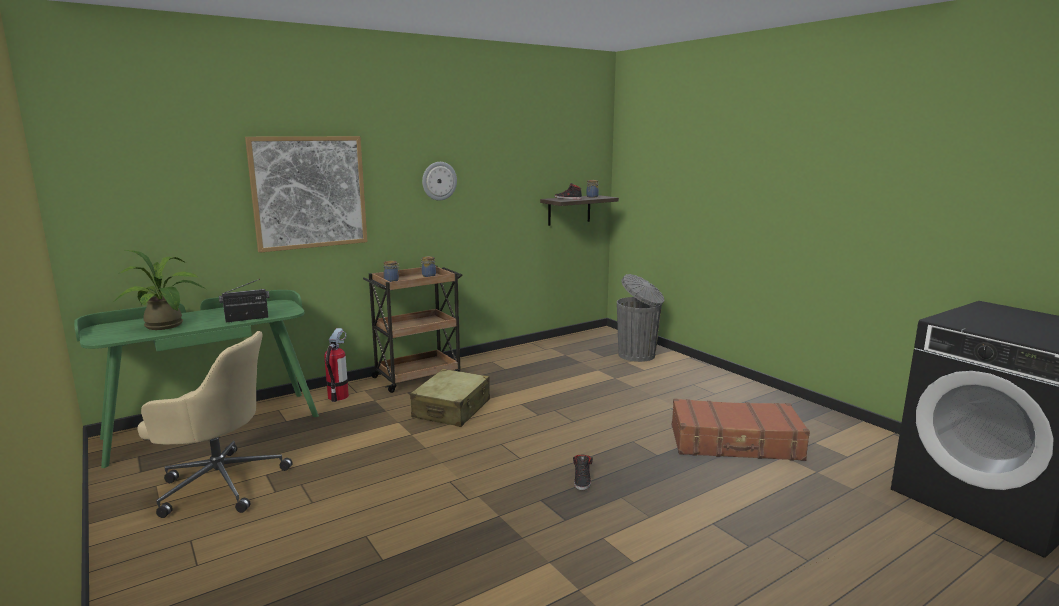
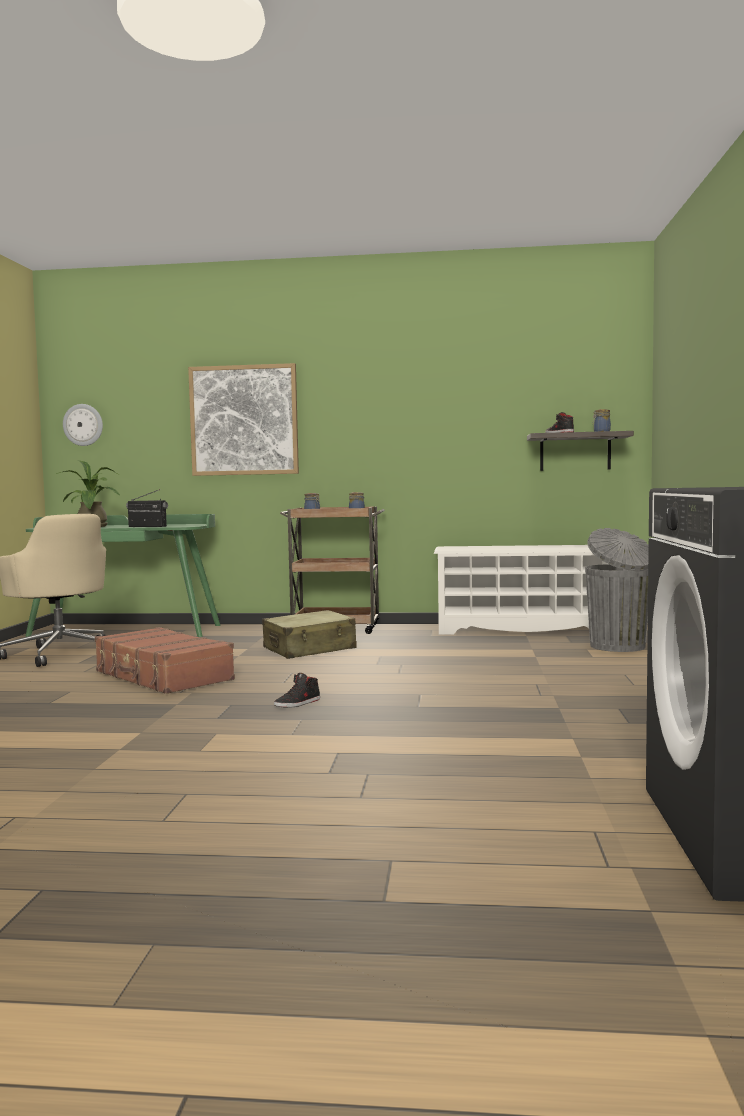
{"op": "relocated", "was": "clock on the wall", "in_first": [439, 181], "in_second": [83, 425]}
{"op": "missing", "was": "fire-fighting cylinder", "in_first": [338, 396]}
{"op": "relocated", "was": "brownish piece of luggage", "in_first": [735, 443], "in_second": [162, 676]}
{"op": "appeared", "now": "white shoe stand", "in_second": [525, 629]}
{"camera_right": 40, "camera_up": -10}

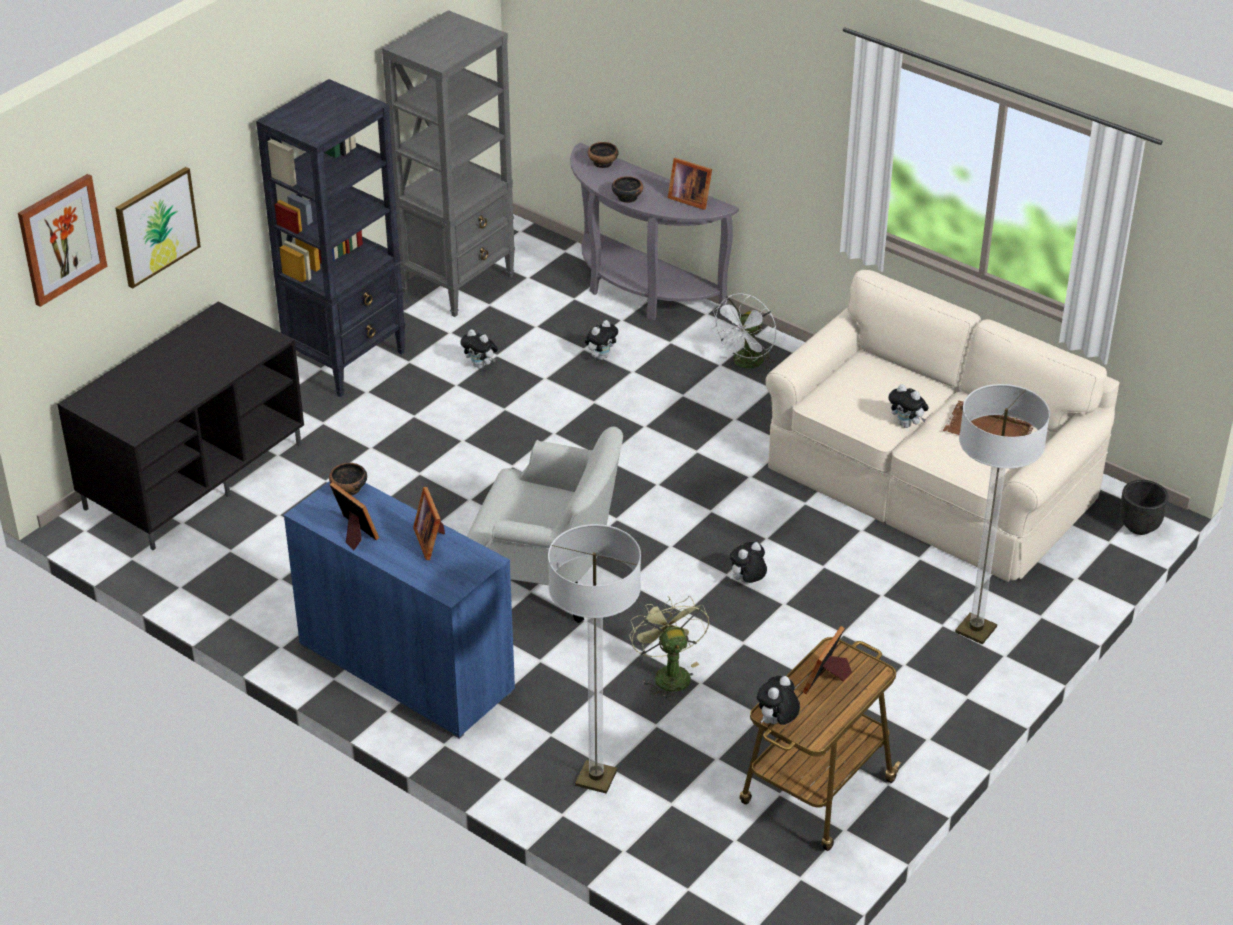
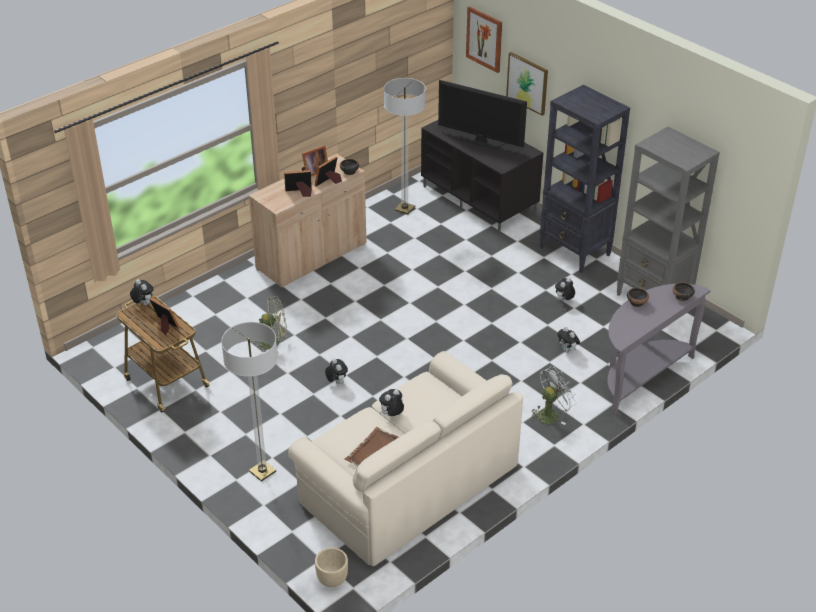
{"op": "relocated", "was": "photo frame", "in_first": [689, 199], "in_second": [329, 182]}
{"op": "spun", "was": "white cooling fan", "in_first": [746, 364], "in_second": [551, 414], "clockwise": 105}
{"op": "missing", "was": "white lounge chair", "in_first": [546, 577]}
{"op": "colour", "was": "blackish plant pot", "now": "beige-coloured plant pot", "in_first": [1140, 527], "in_second": [332, 580]}
{"op": "colour", "was": "blue storage cabinet", "now": "beige-coloured storage cabinet", "in_first": [406, 667], "in_second": [312, 256]}
{"op": "relocated", "was": "standard lamp", "in_first": [596, 778], "in_second": [404, 209]}
{"op": "appeared", "now": "TV", "in_second": [480, 140]}
{"camera_right": 100, "camera_up": 0}

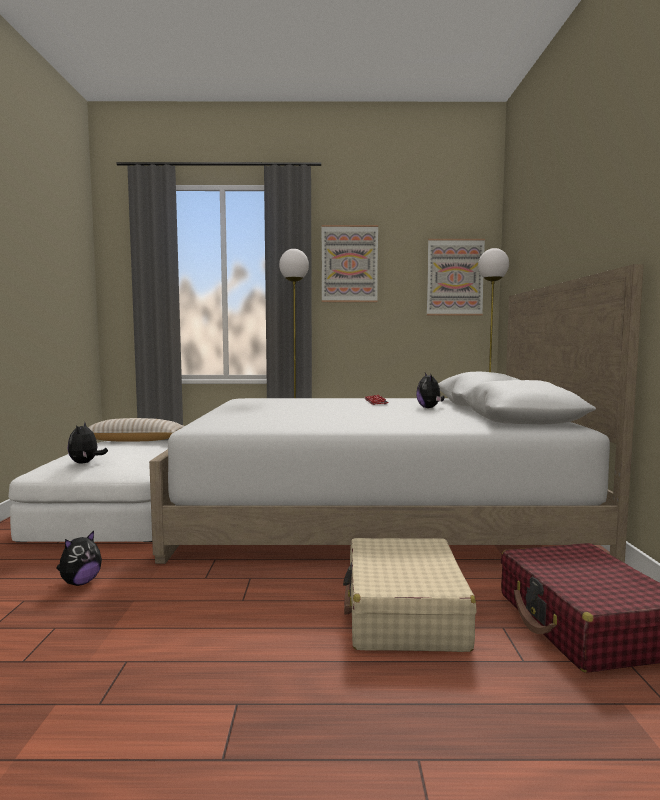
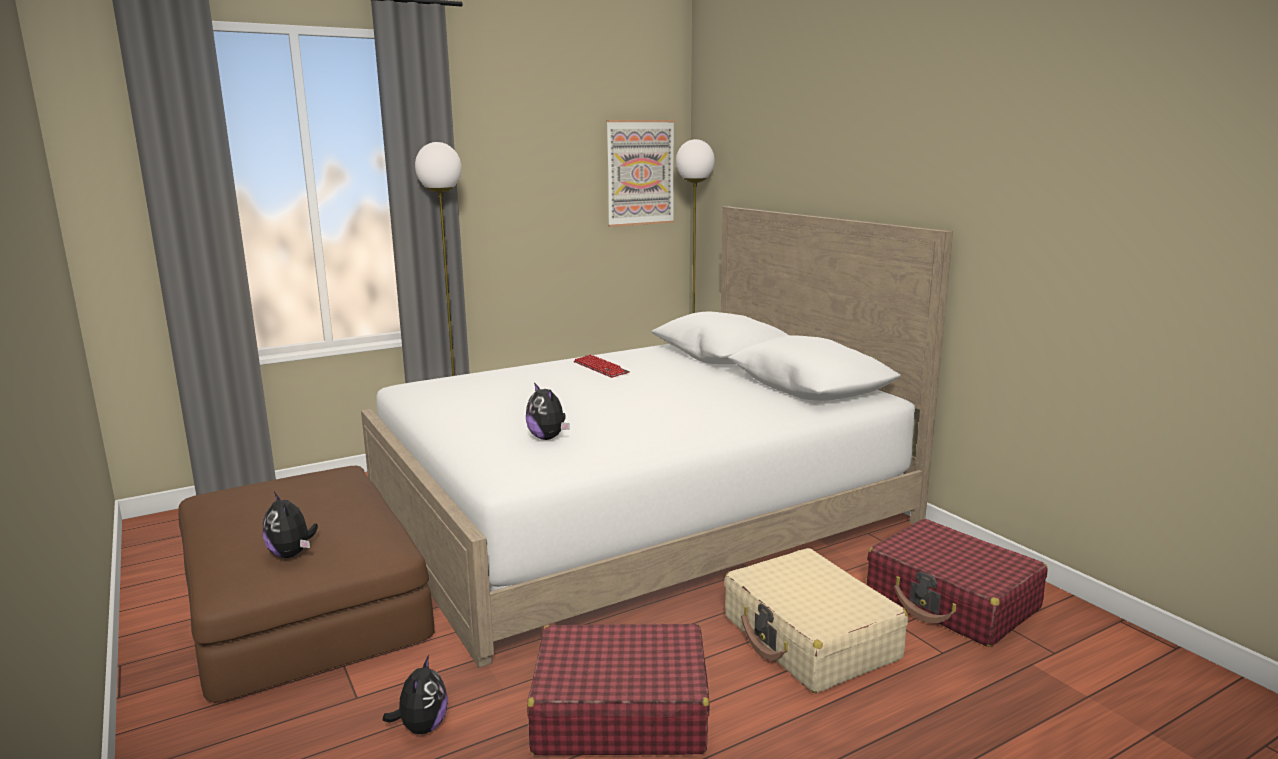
{"op": "missing", "was": "picture", "in_first": [349, 264]}
{"op": "relocated", "was": "cuddly toy", "in_first": [429, 408], "in_second": [548, 438]}
{"op": "missing", "was": "beige-coloured pillow", "in_first": [134, 440]}
{"op": "colour", "was": "white pouffe", "now": "brownish pouffe", "in_first": [123, 511], "in_second": [304, 600]}
{"op": "appeared", "now": "red-coloured piece of luggage", "in_second": [619, 711]}
{"camera_right": -30, "camera_up": 10}

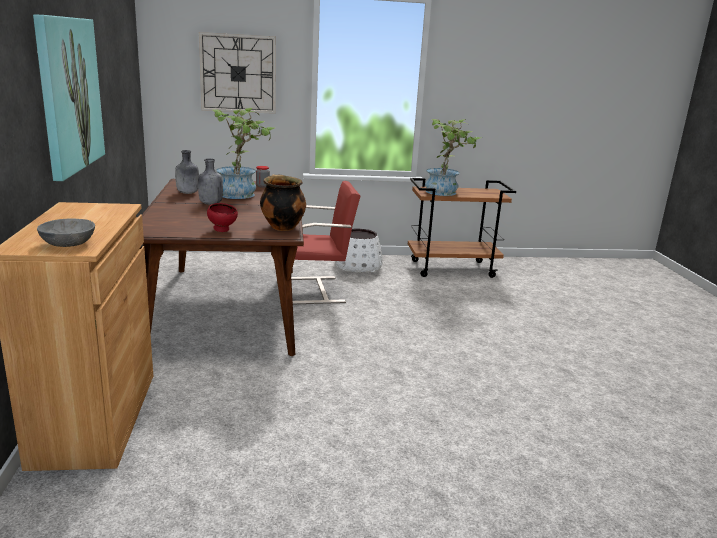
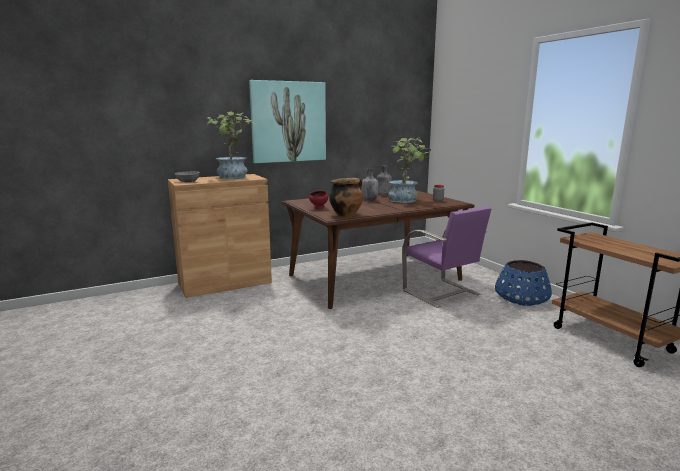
{"op": "missing", "was": "clock on the wall", "in_first": [238, 73]}
{"op": "relocated", "was": "potted plant", "in_first": [446, 192], "in_second": [233, 177]}
{"op": "colour", "was": "red-coloured upright chair", "now": "purple-coloured upright chair", "in_first": [313, 290], "in_second": [441, 293]}
{"op": "colour", "was": "white plant pot", "now": "blue plant pot", "in_first": [357, 266], "in_second": [521, 298]}
{"camera_right": 70, "camera_up": -5}

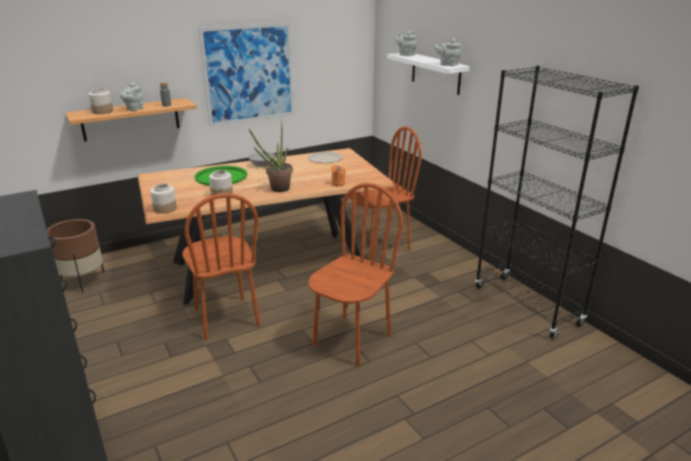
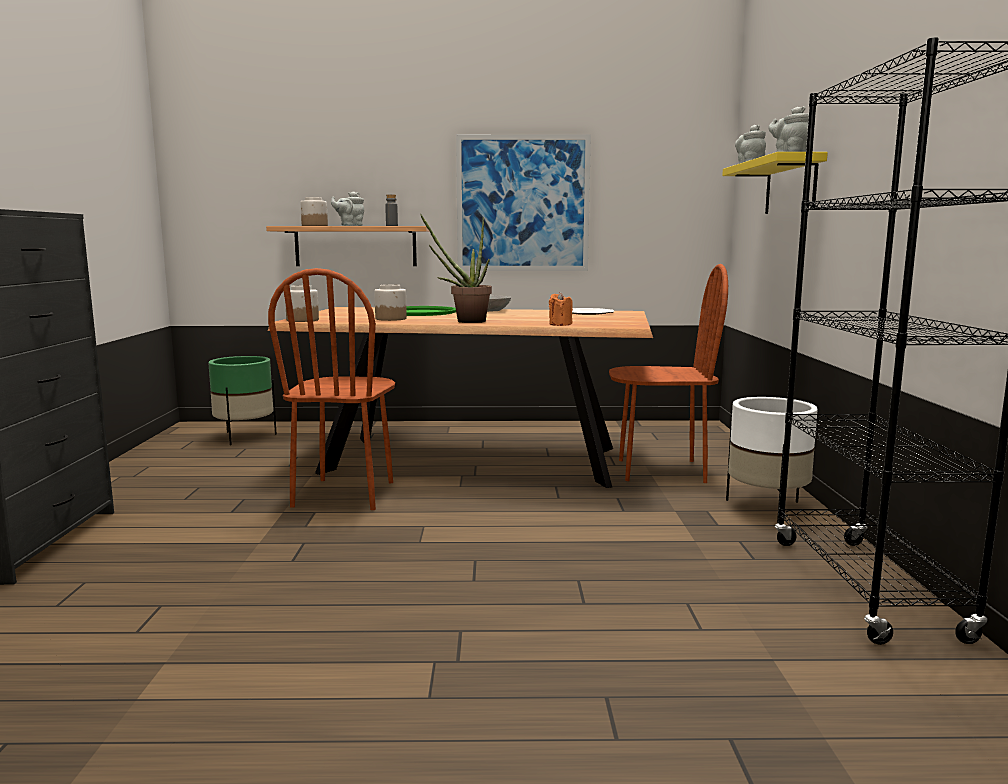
{"op": "colour", "was": "white shelf", "now": "yellowish shelf", "in_first": [435, 73], "in_second": [790, 186]}
{"op": "missing", "was": "brownish upright chair", "in_first": [351, 340]}
{"op": "colour", "was": "brownish plant pot", "now": "greenish plant pot", "in_first": [83, 281], "in_second": [245, 437]}
{"op": "appeared", "now": "white plant pot", "in_second": [767, 508]}
{"camera_right": 30, "camera_up": -15}

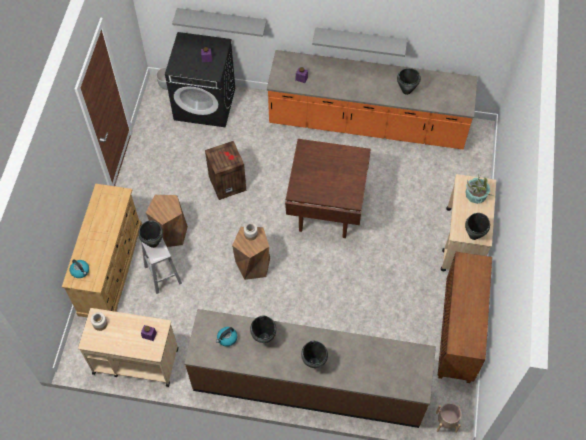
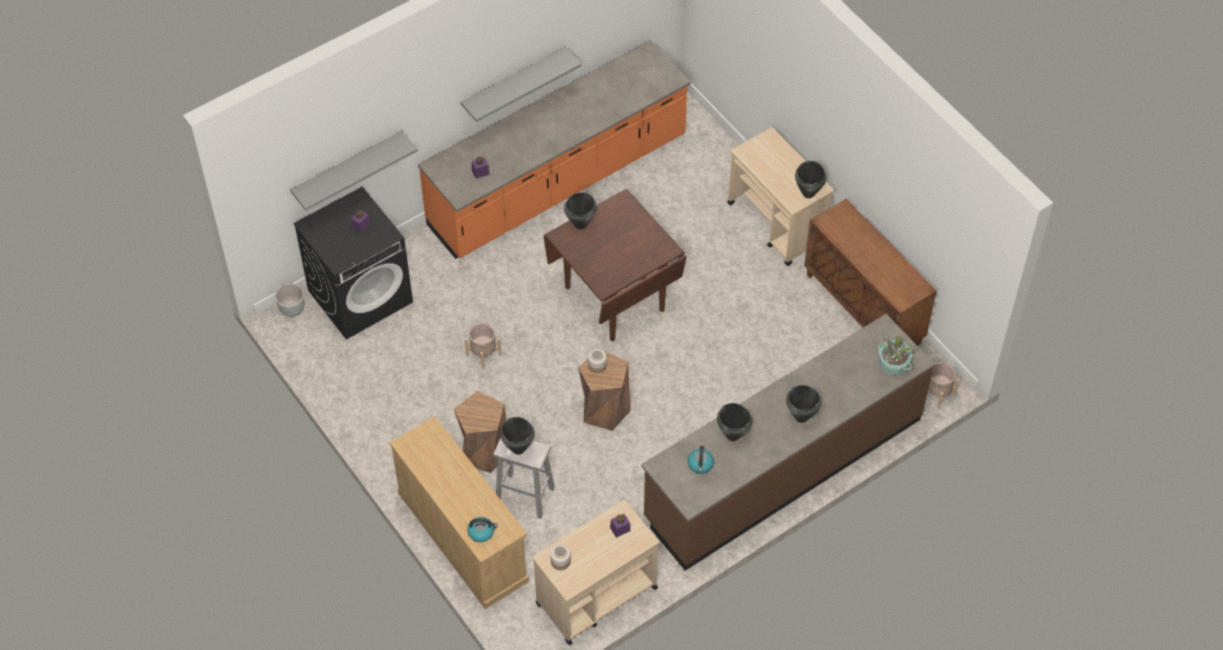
{"op": "relocated", "was": "blackish cooking pot", "in_first": [406, 91], "in_second": [581, 224]}
{"op": "exchanged", "was": "shipping crate", "now": "beige-coloured plant pot", "in_first": [228, 183], "in_second": [483, 354]}
{"op": "relocated", "was": "potted plant", "in_first": [475, 195], "in_second": [893, 364]}
{"camera_right": -45, "camera_up": -5}

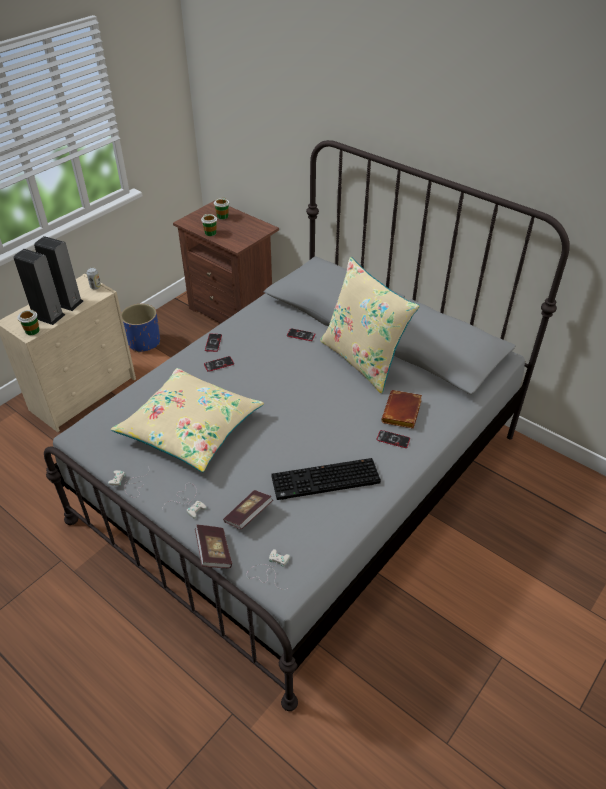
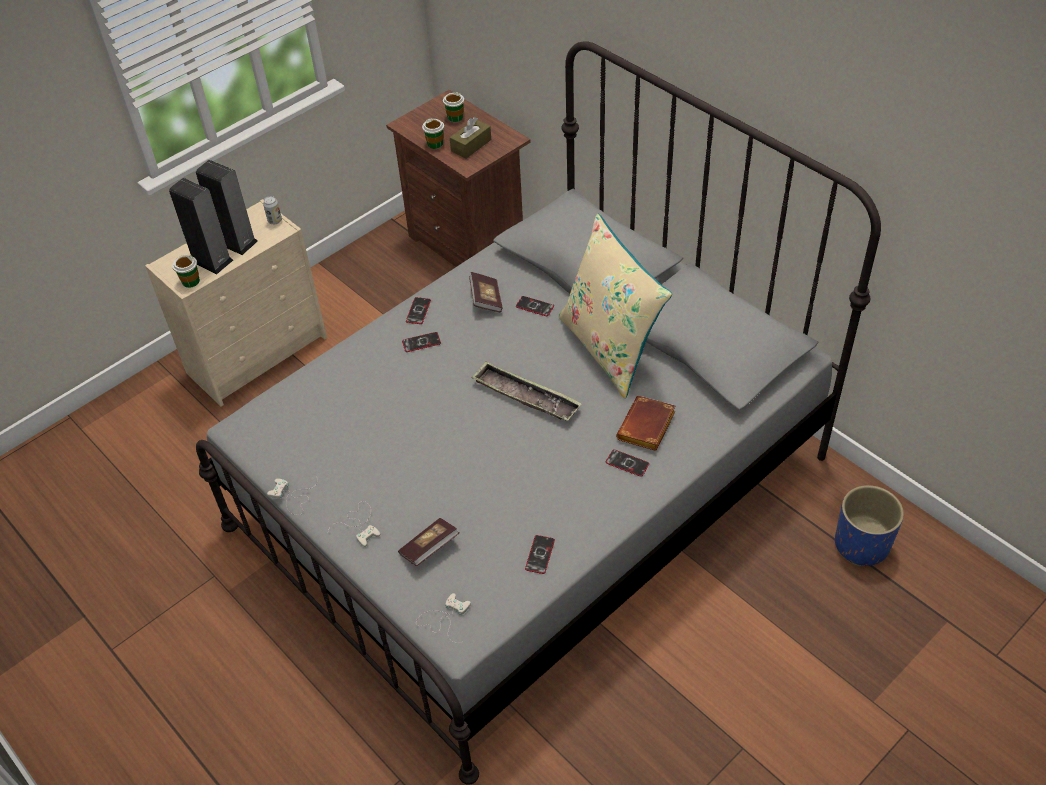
{"op": "relocated", "was": "blue plant pot", "in_first": [144, 342], "in_second": [861, 544]}
{"op": "missing", "was": "beige-coloured pillow", "in_first": [190, 428]}
{"op": "missing", "was": "PC keyboard", "in_first": [325, 481]}
{"op": "relocated", "was": "volume", "in_first": [214, 552], "in_second": [486, 299]}
{"op": "appeared", "now": "brownish tissue box", "in_second": [471, 145]}
{"op": "appeared", "now": "tray", "in_second": [526, 396]}
{"op": "appeared", "now": "handset", "in_second": [540, 555]}
{"camera_right": 10, "camera_up": 5}

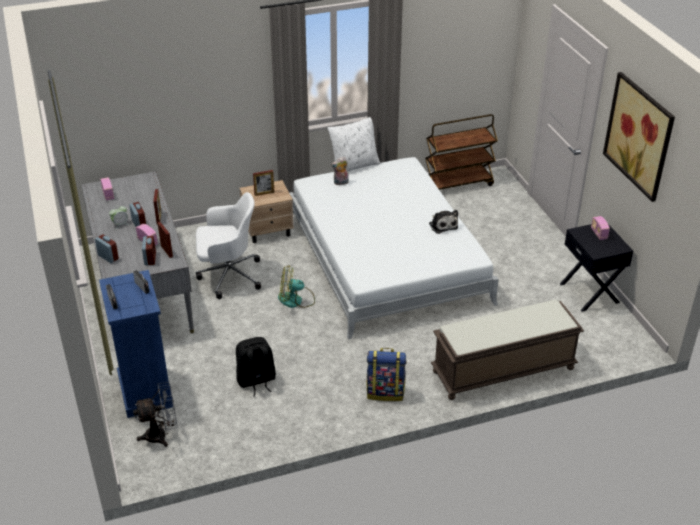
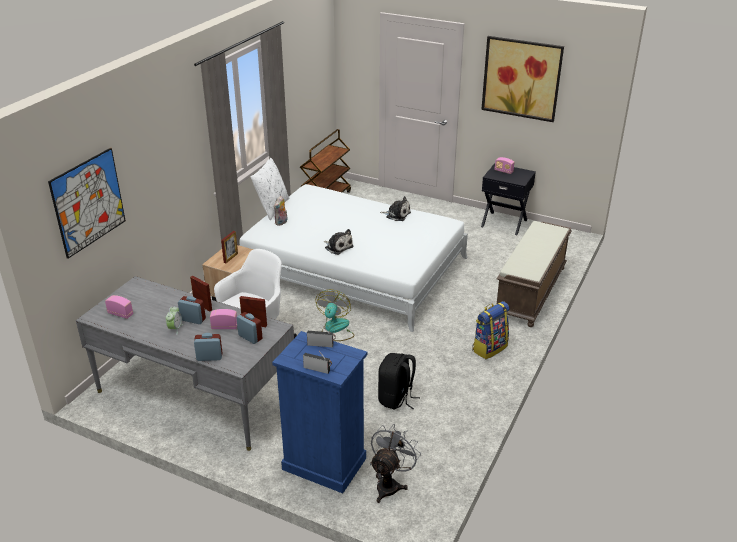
{"op": "spun", "was": "cooling fan", "in_first": [296, 300], "in_second": [335, 329], "clockwise": 150}
{"op": "appeared", "now": "picture", "in_second": [88, 202]}
{"op": "appeared", "now": "cuddly toy", "in_second": [338, 247]}
{"camera_right": -45, "camera_up": -5}

